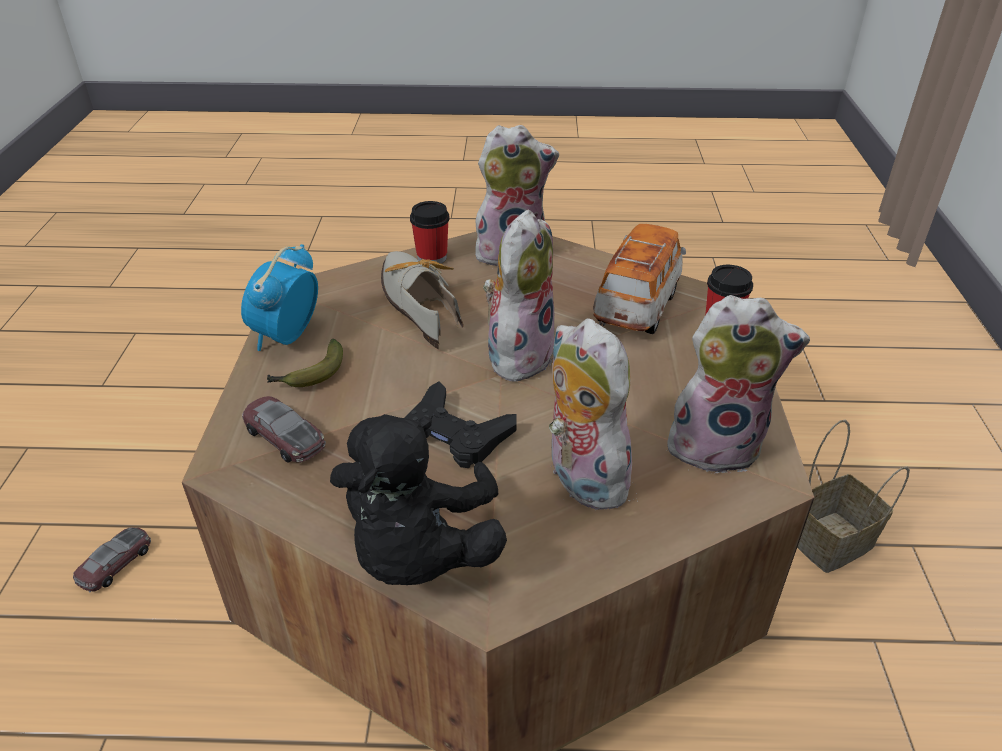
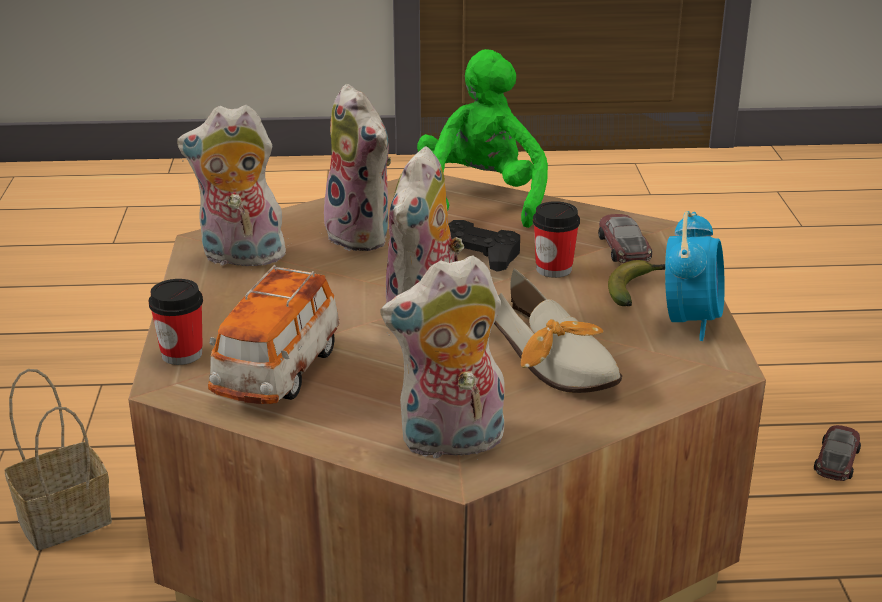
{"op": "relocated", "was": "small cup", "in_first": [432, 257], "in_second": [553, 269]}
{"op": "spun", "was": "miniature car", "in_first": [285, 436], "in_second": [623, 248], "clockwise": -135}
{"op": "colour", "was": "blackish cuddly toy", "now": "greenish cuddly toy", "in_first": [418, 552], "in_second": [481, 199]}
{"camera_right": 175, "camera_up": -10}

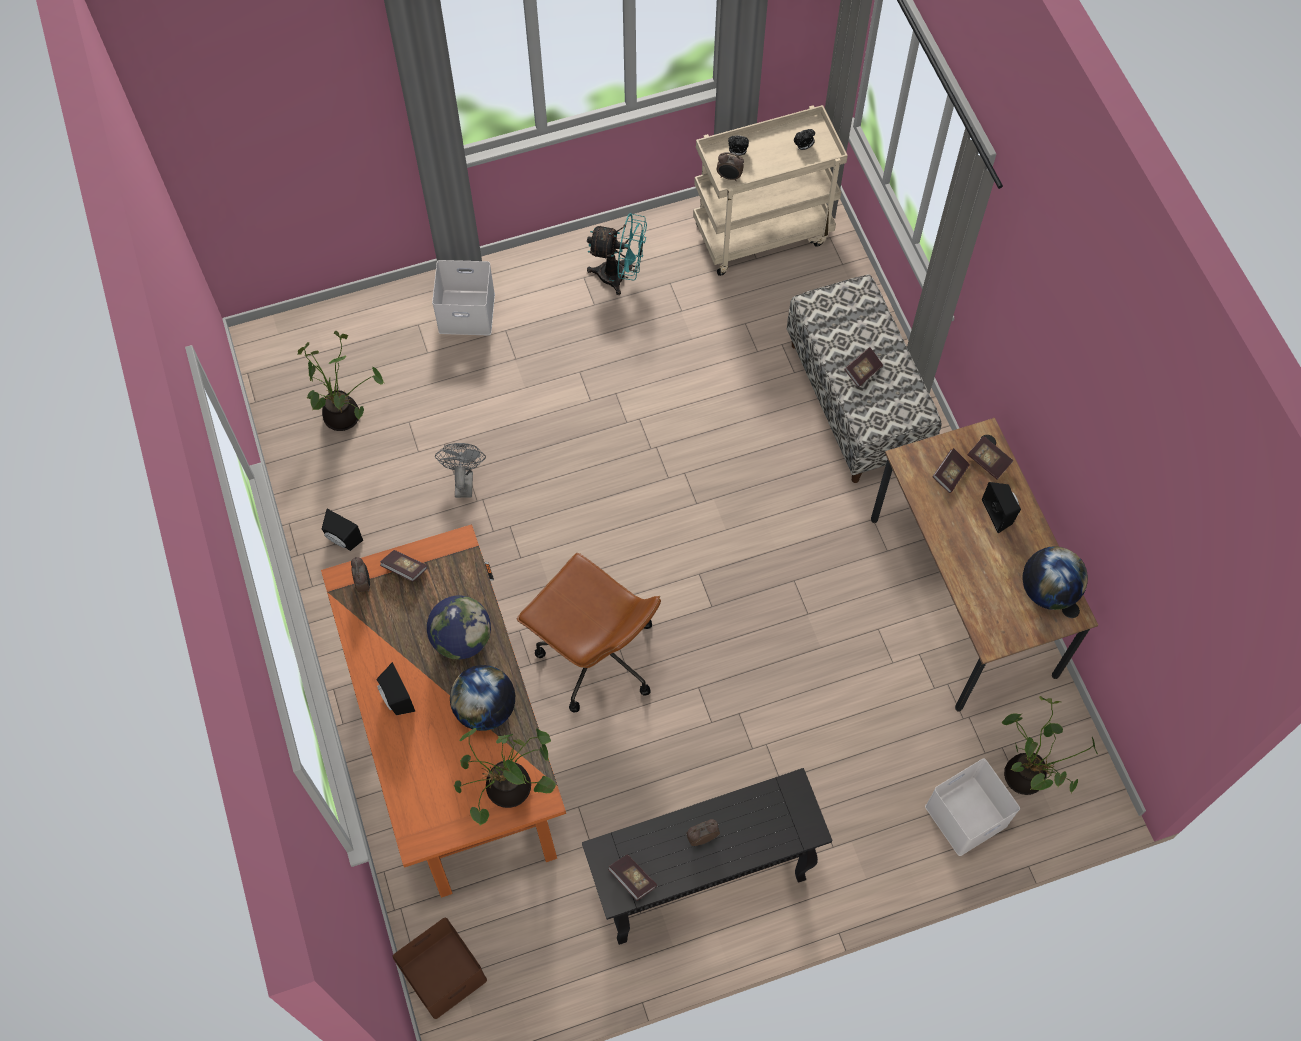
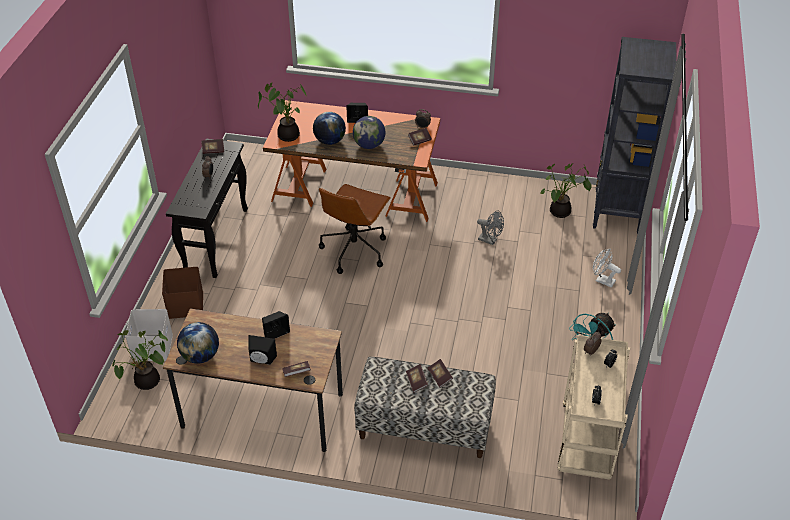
{"op": "exchanged", "was": "white storage container", "now": "white cooling fan", "in_first": [468, 311], "in_second": [602, 280]}
{"op": "relocated", "was": "volume", "in_first": [949, 474], "in_second": [439, 377]}
{"op": "relocated", "was": "blackish speaker", "in_first": [342, 540], "in_second": [274, 332]}
{"op": "spun", "was": "brownish computer chair", "in_first": [596, 656], "in_second": [354, 250], "clockwise": -45}
{"op": "relocated", "was": "brownish storage container", "in_first": [443, 976], "in_second": [184, 304]}
{"op": "appeared", "now": "blackish bookshelf", "in_second": [617, 212]}
{"camera_right": 120, "camera_up": -20}

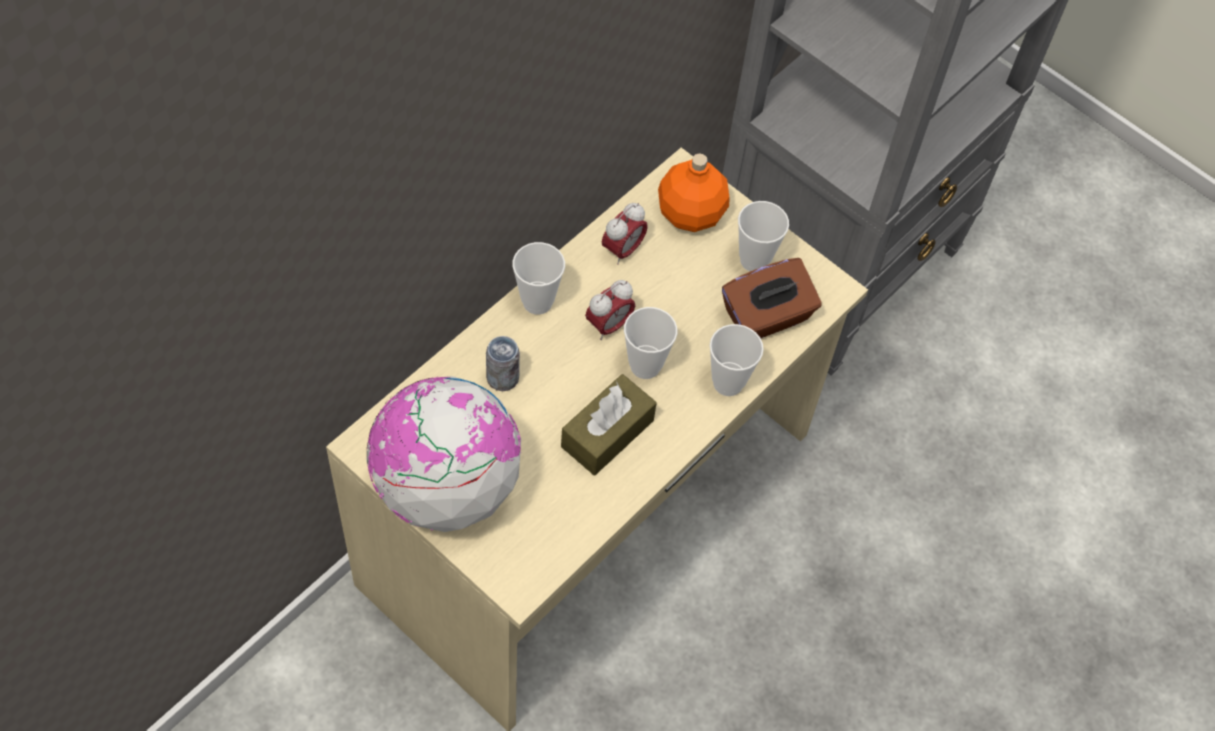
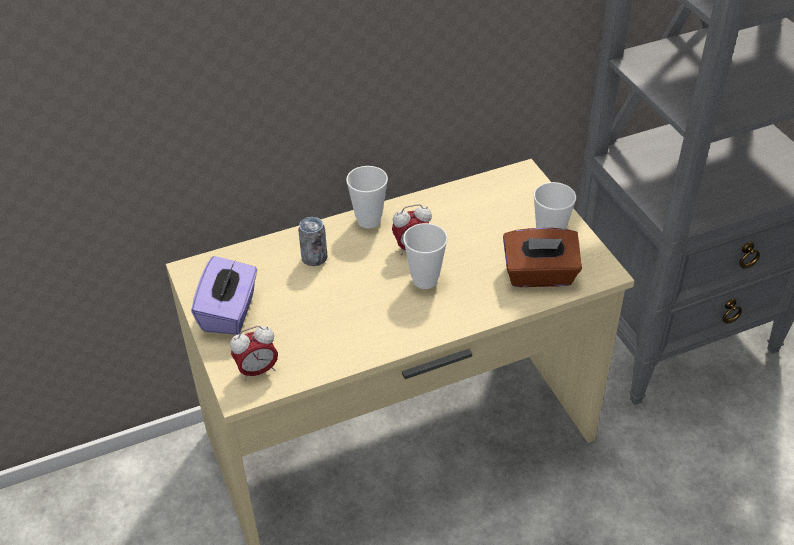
{"op": "missing", "was": "orangey drink bottle", "in_first": [690, 212]}
{"op": "relocated", "was": "bedside clock", "in_first": [623, 250], "in_second": [257, 371]}
{"op": "missing", "was": "small cup", "in_first": [728, 383]}
{"op": "missing", "was": "brownish tissue box", "in_first": [607, 433]}
{"op": "exchanged", "was": "desk globe", "now": "purple-coloured tissue box", "in_first": [446, 487], "in_second": [230, 312]}
{"camera_right": 30, "camera_up": -15}

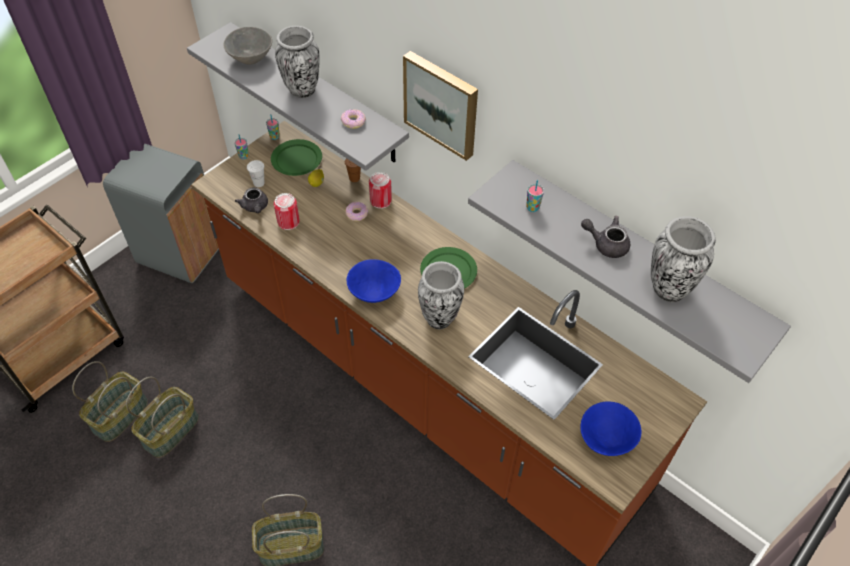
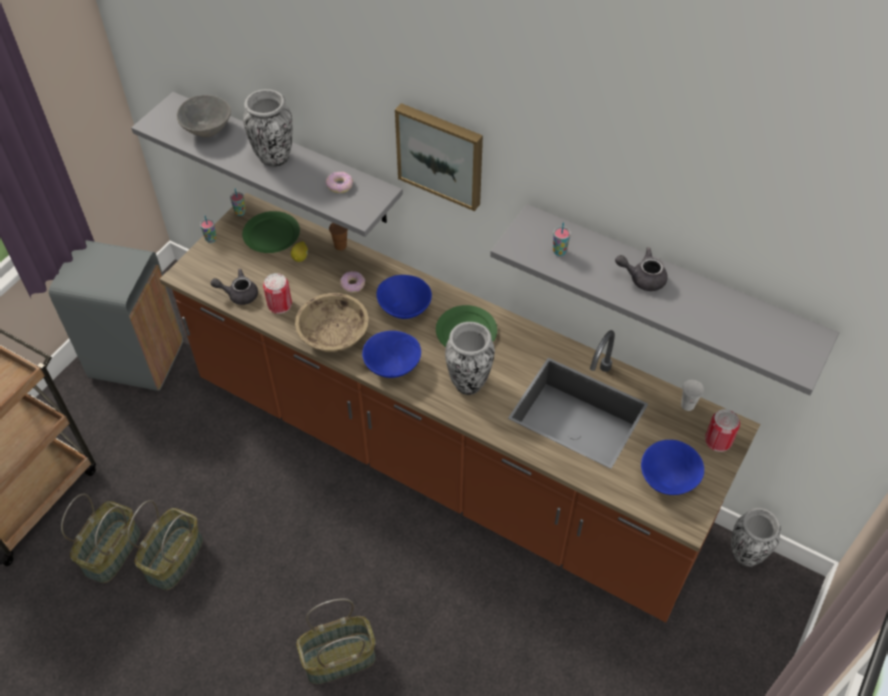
{"op": "relocated", "was": "white small cup", "in_first": [259, 183], "in_second": [687, 405]}
{"op": "relocated", "was": "can", "in_first": [380, 200], "in_second": [718, 440]}
{"op": "spun", "was": "greyish tea pot", "in_first": [255, 207], "in_second": [239, 294], "clockwise": 120}
{"op": "relocated", "was": "vase", "in_first": [669, 289], "in_second": [745, 554]}
{"op": "appeared", "now": "blue deep dish", "in_second": [404, 309]}
{"op": "appeared", "now": "beige-coloured deep dish", "in_second": [333, 334]}
{"camera_right": -10, "camera_up": 0}

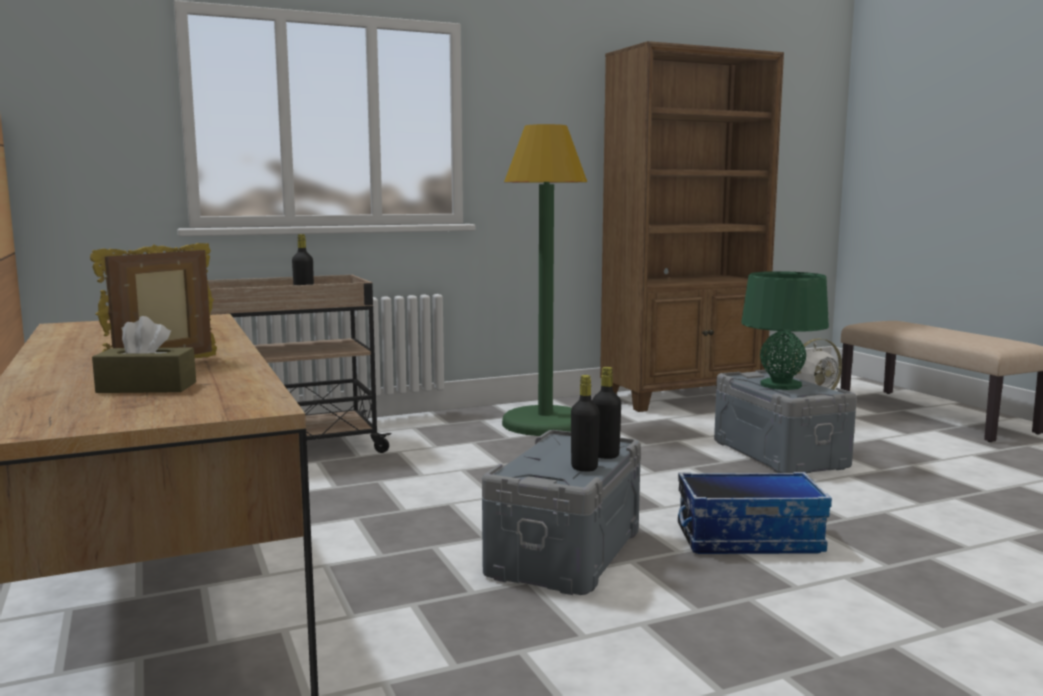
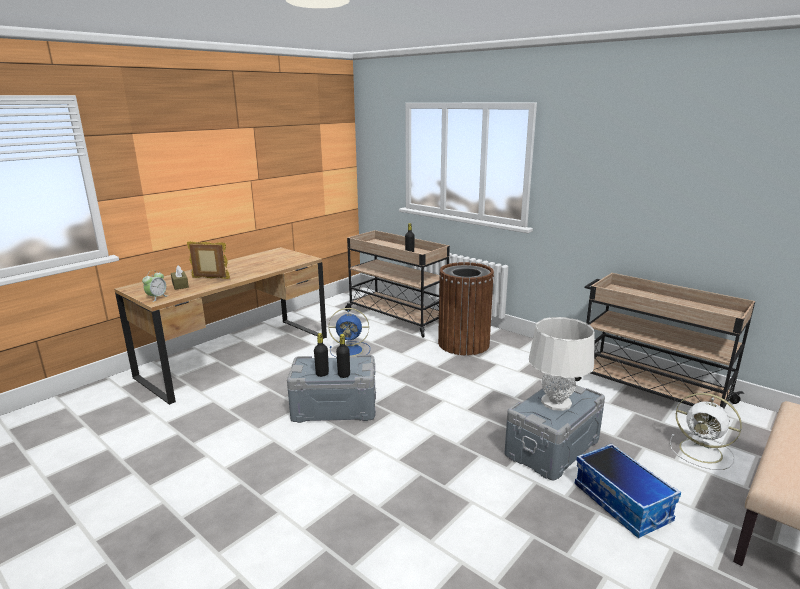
{"op": "exchanged", "was": "brownish bookshelf", "now": "beige-coloured trolley", "in_first": [683, 397], "in_second": [649, 391]}
{"op": "missing", "was": "greenish standard lamp", "in_first": [545, 424]}
{"op": "colour", "was": "greenish tabletop lamp", "now": "white tabletop lamp", "in_first": [780, 385], "in_second": [556, 402]}
{"op": "relocated", "was": "storage container", "in_first": [749, 539], "in_second": [622, 503]}
{"op": "appeared", "now": "brownish waste bin", "in_second": [463, 344]}
{"op": "appeared", "now": "bedside clock", "in_second": [157, 297]}
{"op": "appeared", "now": "blue cooling fan", "in_second": [351, 350]}
{"camera_right": 65, "camera_up": 10}

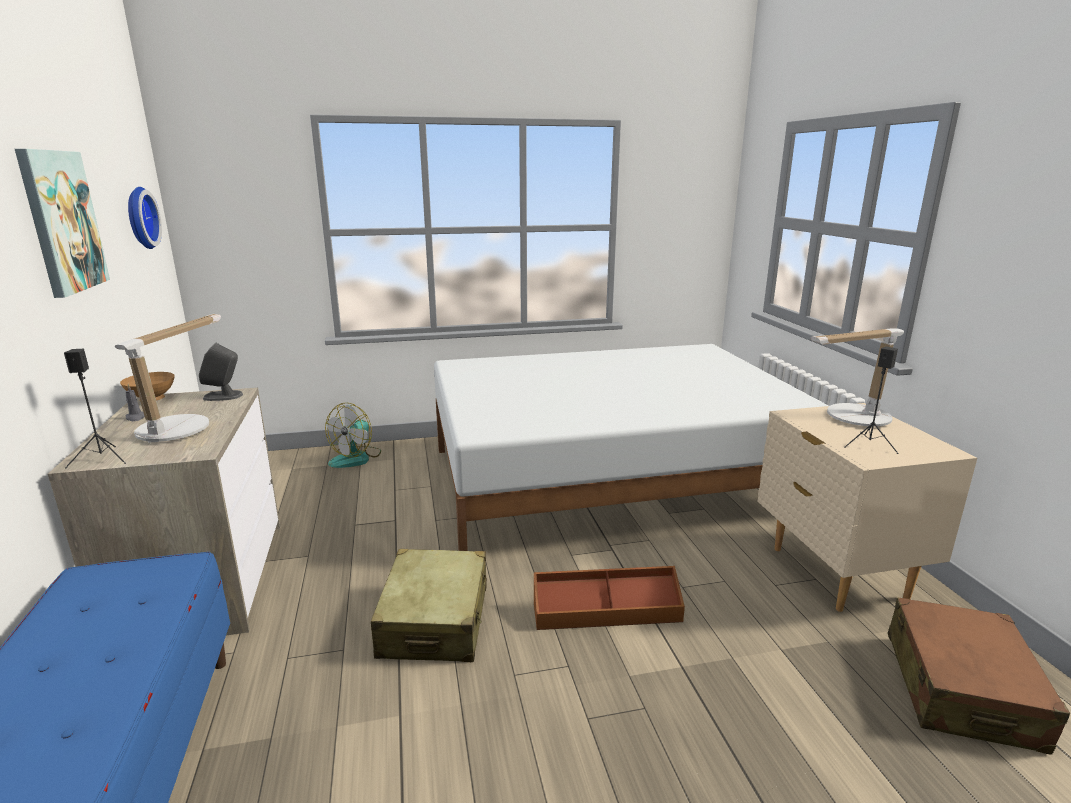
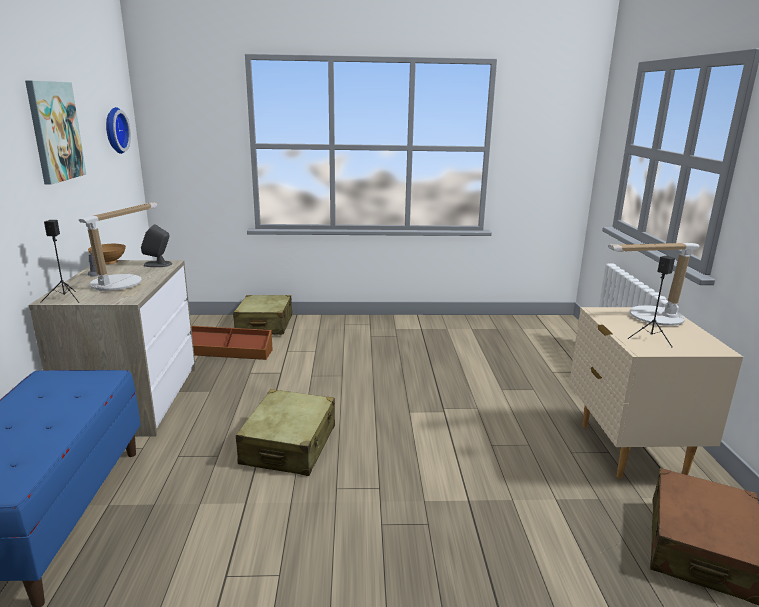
{"op": "missing", "was": "white bedroom bed", "in_first": [610, 481]}
{"op": "exchanged", "was": "cooling fan", "now": "beige-coloured piece of luggage", "in_first": [356, 458], "in_second": [264, 325]}
{"op": "relocated", "was": "brownish storage container", "in_first": [606, 611], "in_second": [229, 351]}
{"camera_right": 10, "camera_up": 0}

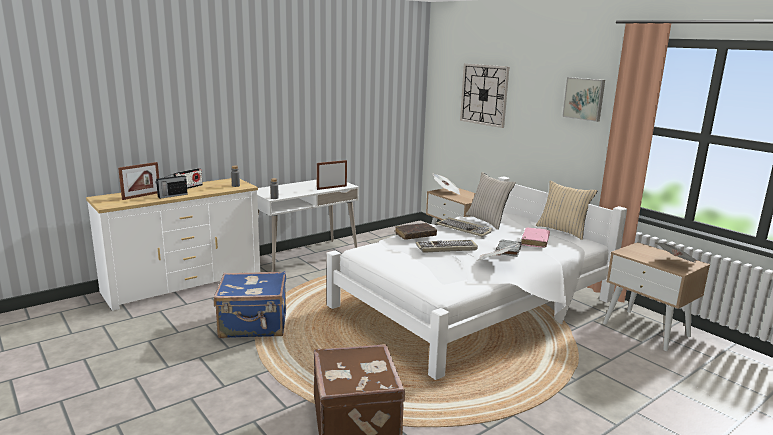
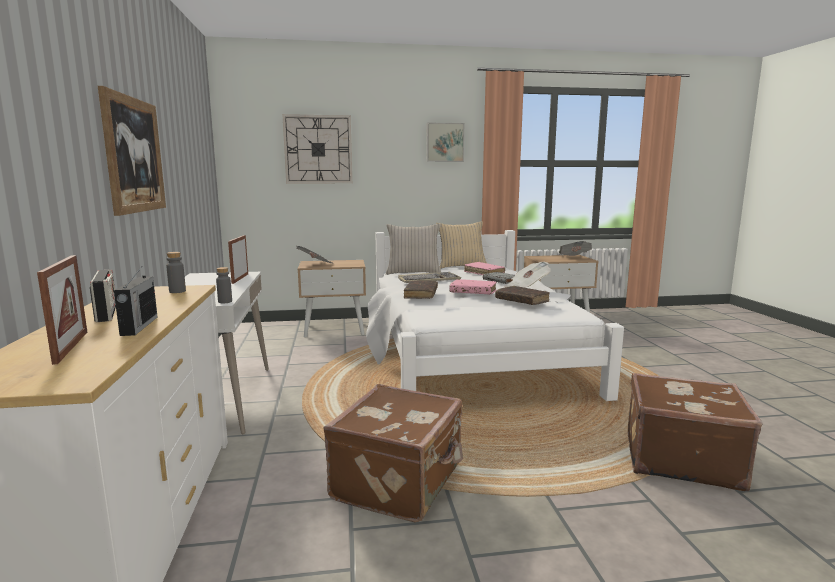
{"op": "exchanged", "was": "PC keyboard", "now": "pink-coloured volume", "in_first": [446, 248], "in_second": [473, 292]}
{"op": "colour", "was": "blue piece of luggage", "now": "brownish piece of luggage", "in_first": [254, 325], "in_second": [400, 482]}
{"op": "appeared", "now": "picture", "in_second": [134, 155]}
{"op": "appeared", "now": "brownish volume", "in_second": [522, 301]}
{"camera_right": -60, "camera_up": -5}

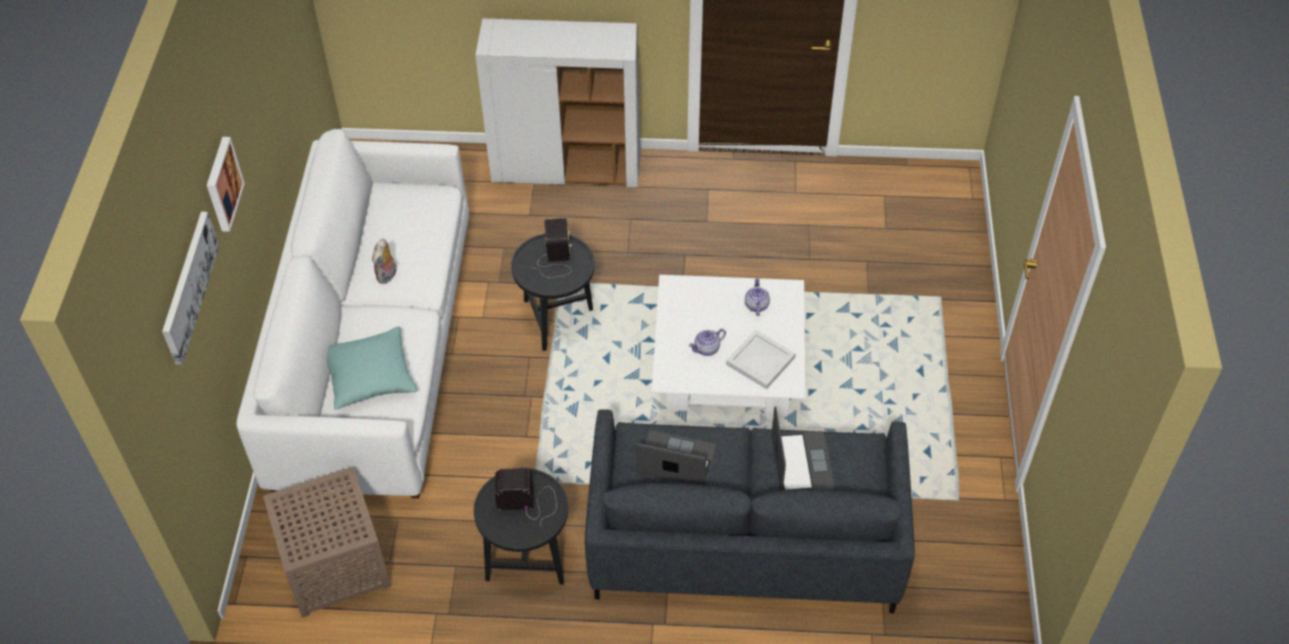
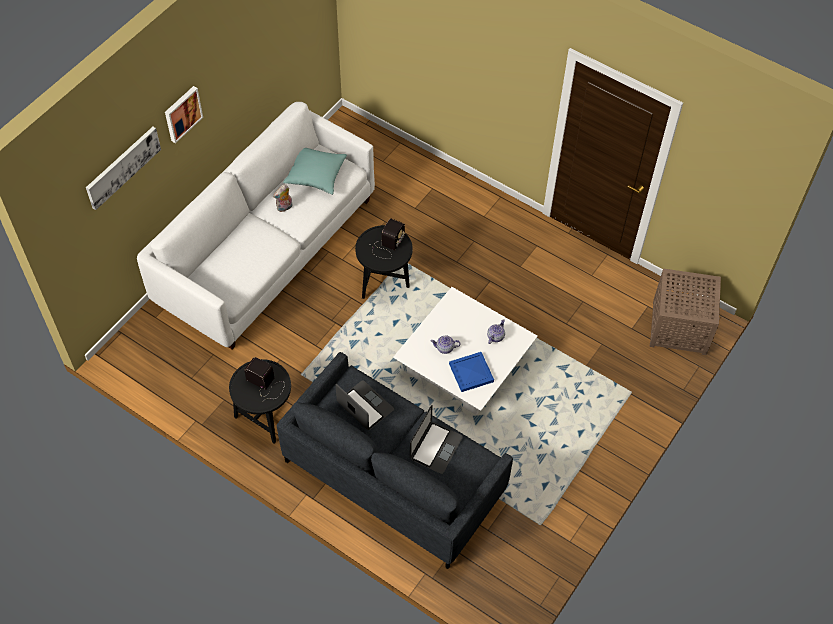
{"op": "missing", "was": "white storage cabinet", "in_first": [567, 168]}
{"op": "relocated", "was": "blue-green pillow", "in_first": [370, 377], "in_second": [315, 175]}
{"op": "colour", "was": "white tray", "now": "blue tray", "in_first": [759, 361], "in_second": [470, 372]}
{"op": "relocated", "was": "brownish side table", "in_first": [337, 565], "in_second": [680, 328]}
{"camera_right": 30, "camera_up": 5}

